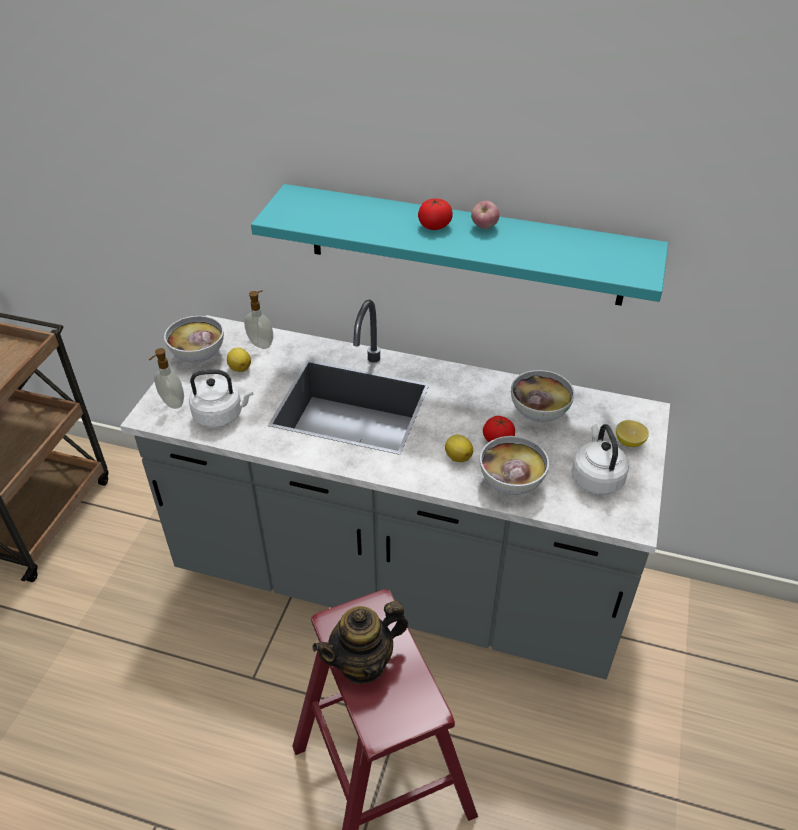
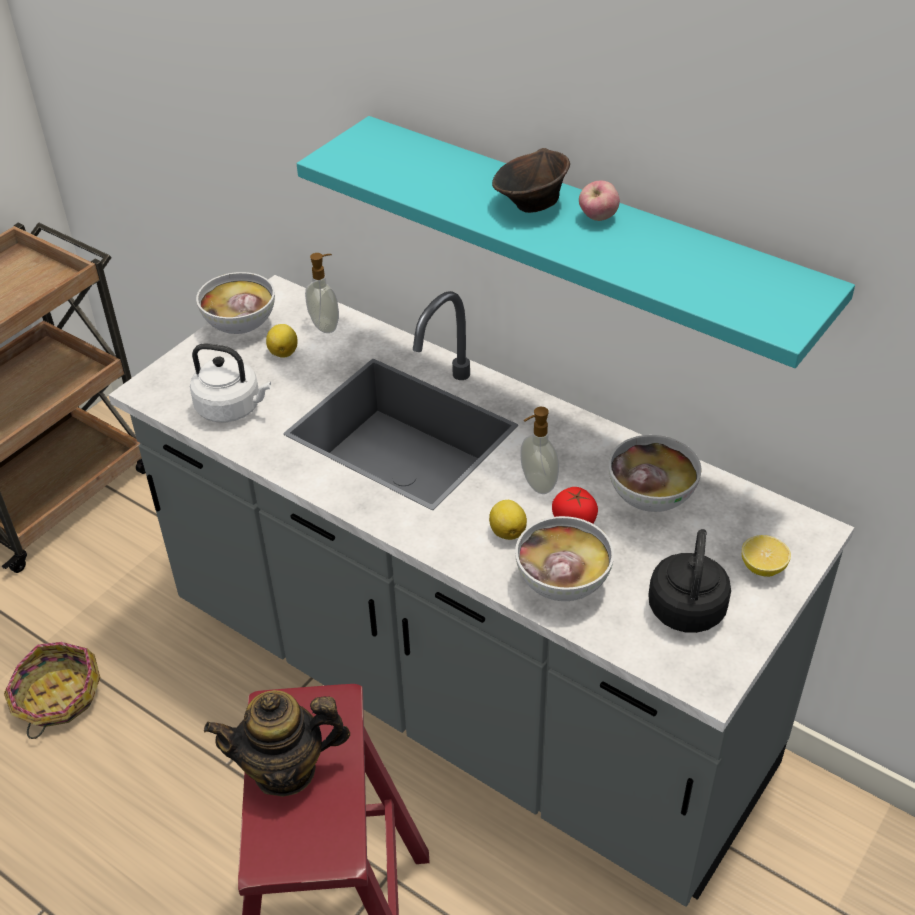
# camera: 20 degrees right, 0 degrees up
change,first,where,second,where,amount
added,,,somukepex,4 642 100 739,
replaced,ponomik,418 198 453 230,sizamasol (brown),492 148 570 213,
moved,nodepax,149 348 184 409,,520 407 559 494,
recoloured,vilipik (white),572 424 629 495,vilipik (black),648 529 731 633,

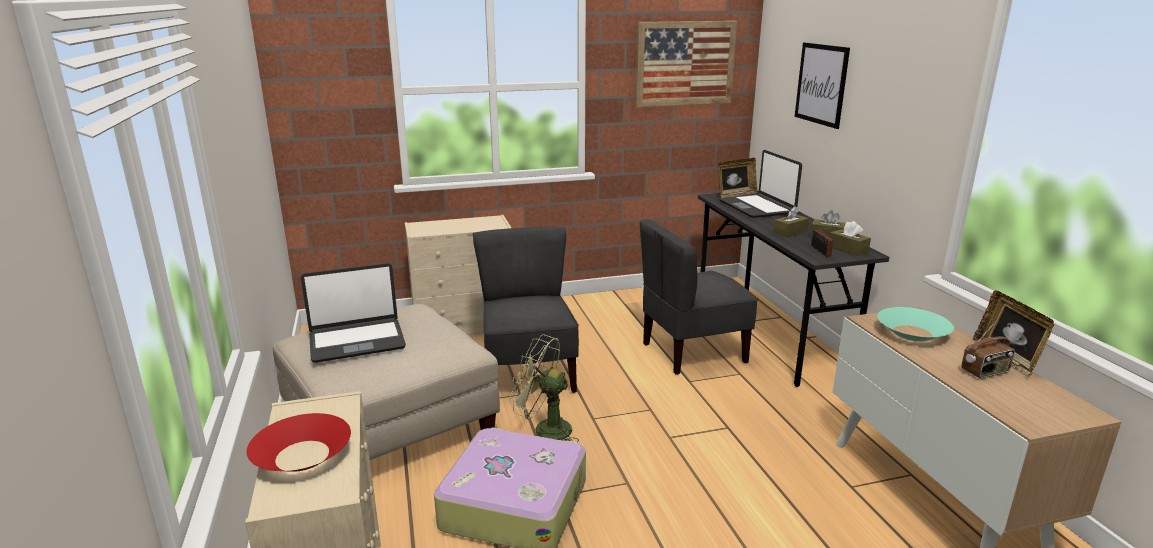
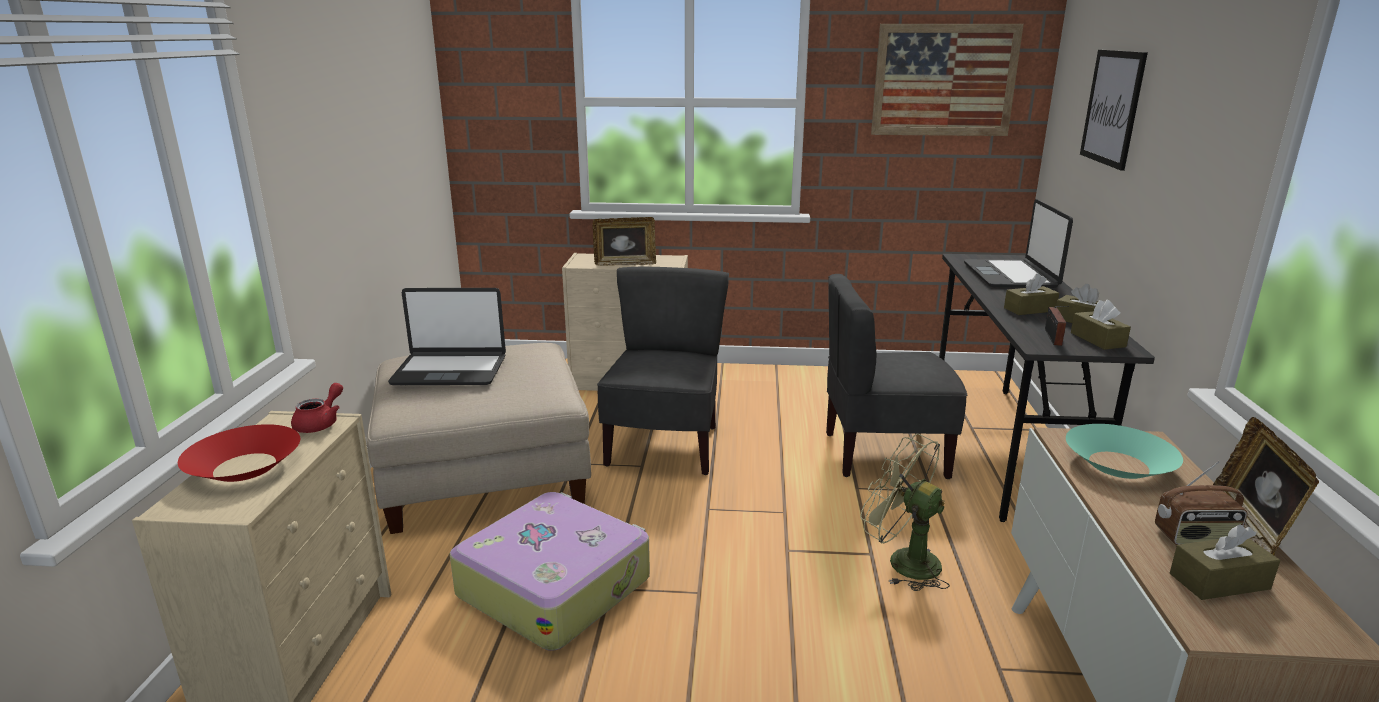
# camera: 20 degrees right, 0 degrees up
change,first,where,second,where,amount
added,,,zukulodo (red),291 383 343 433,
moved,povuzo,718 158 758 198,,593 217 656 266,
moved,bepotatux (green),510 334 579 442,,860 434 950 591,
added,,,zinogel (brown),1170 524 1280 600,

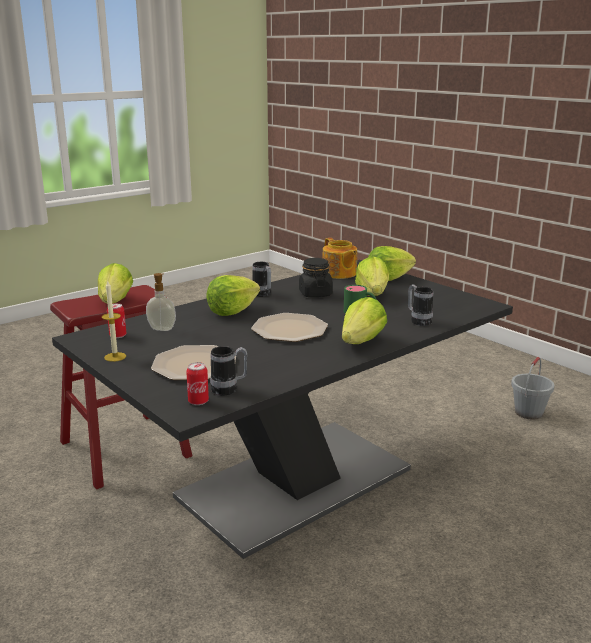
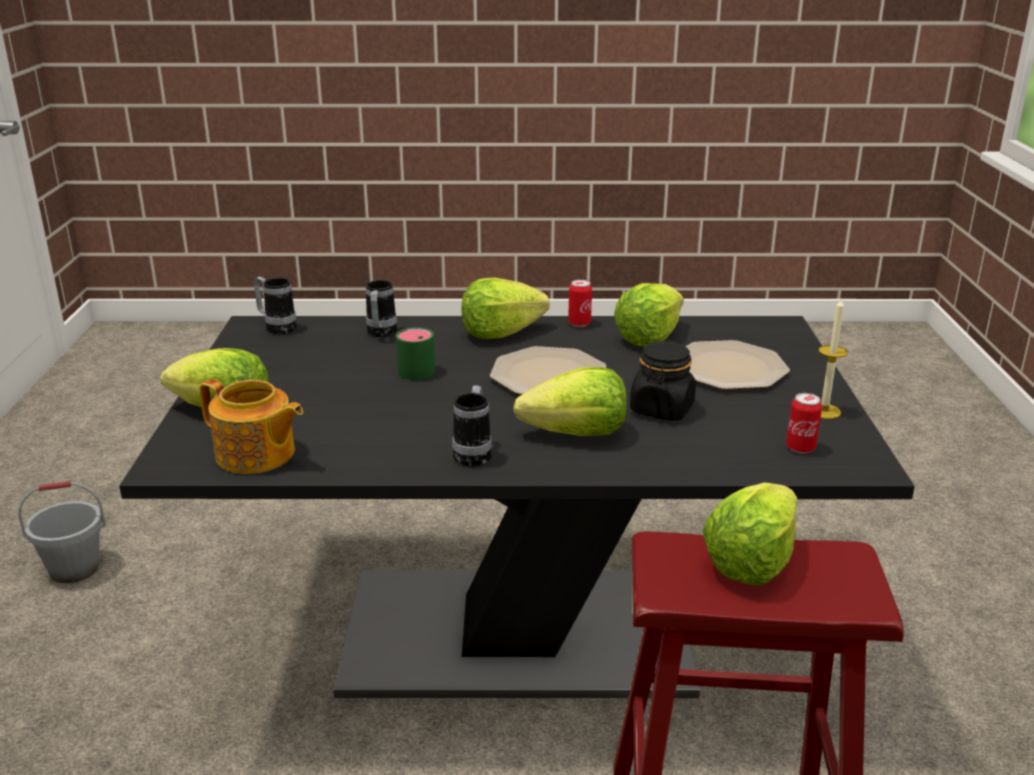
# camera: 140 degrees left, 5 degrees up
change,first,where,second,where,amount
turned,zukulodo,323 238 357 279,,199 379 303 474,105 degrees clockwise
moved,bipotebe,210 346 247 395,,254 277 297 334,
moved,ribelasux,186 362 209 405,,568 279 592 327,
moved,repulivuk,355 256 389 296,,614 283 684 346,
moved,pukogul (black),299 258 333 297,,630 340 696 421,
removed,nodepax,146 273 176 331,,,

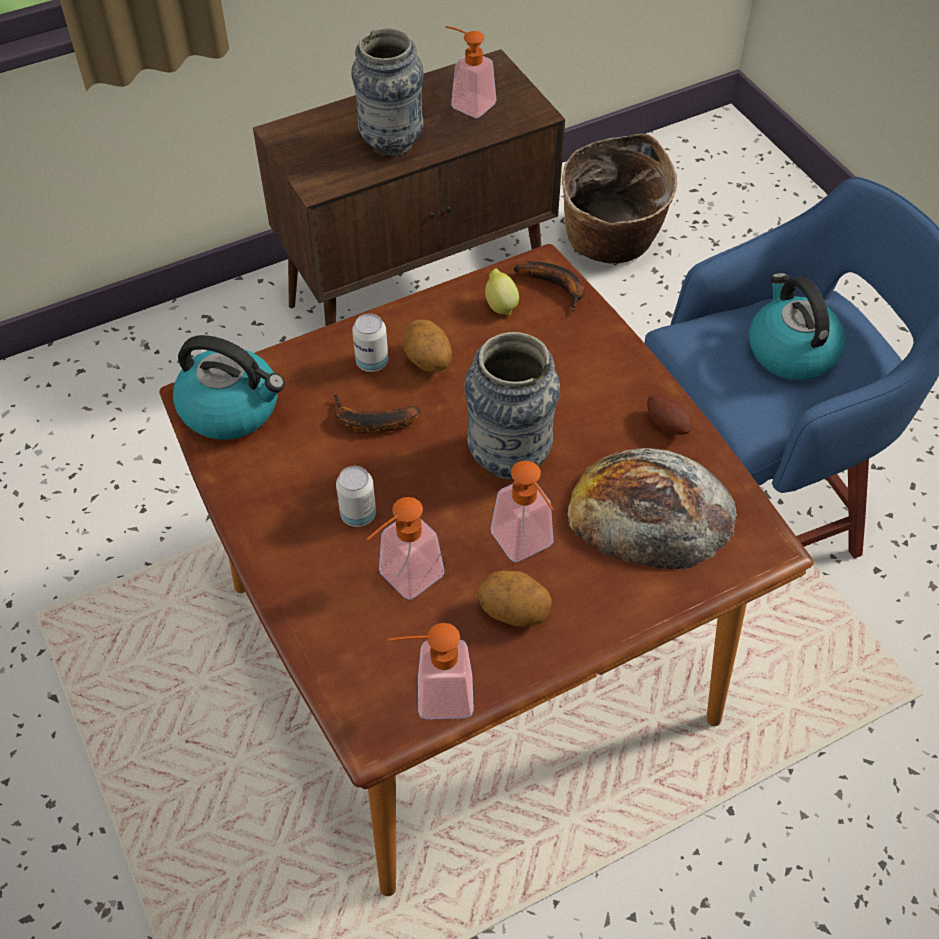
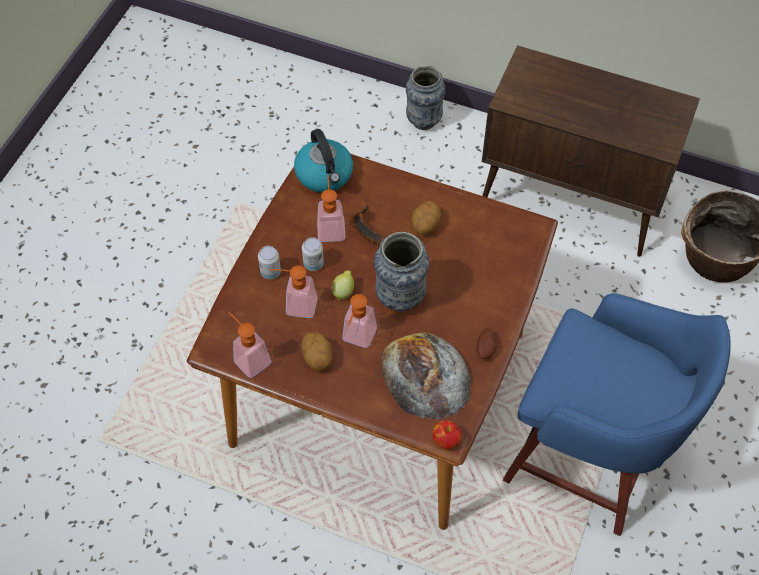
# camera: 50 degrees right, 5 degrees up
change,first,where,second,where,amount
moved,ribelasux,352 313 388 372,,258 246 281 279,
moved,nodepax,445 26 496 118,,317 175 345 242,
moved,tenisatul,485 268 519 315,,332 271 354 301,
moved,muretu,351 28 424 158,,406 66 446 130,
added,,,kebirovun,432 420 462 450,
removed,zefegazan,513 261 585 313,,,
removed,vilipik,749 273 846 380,,,

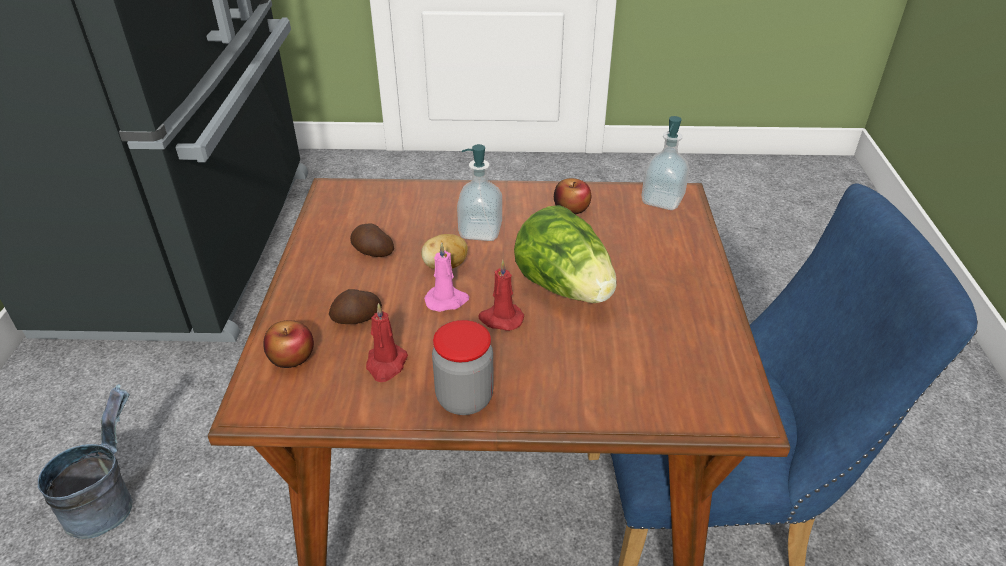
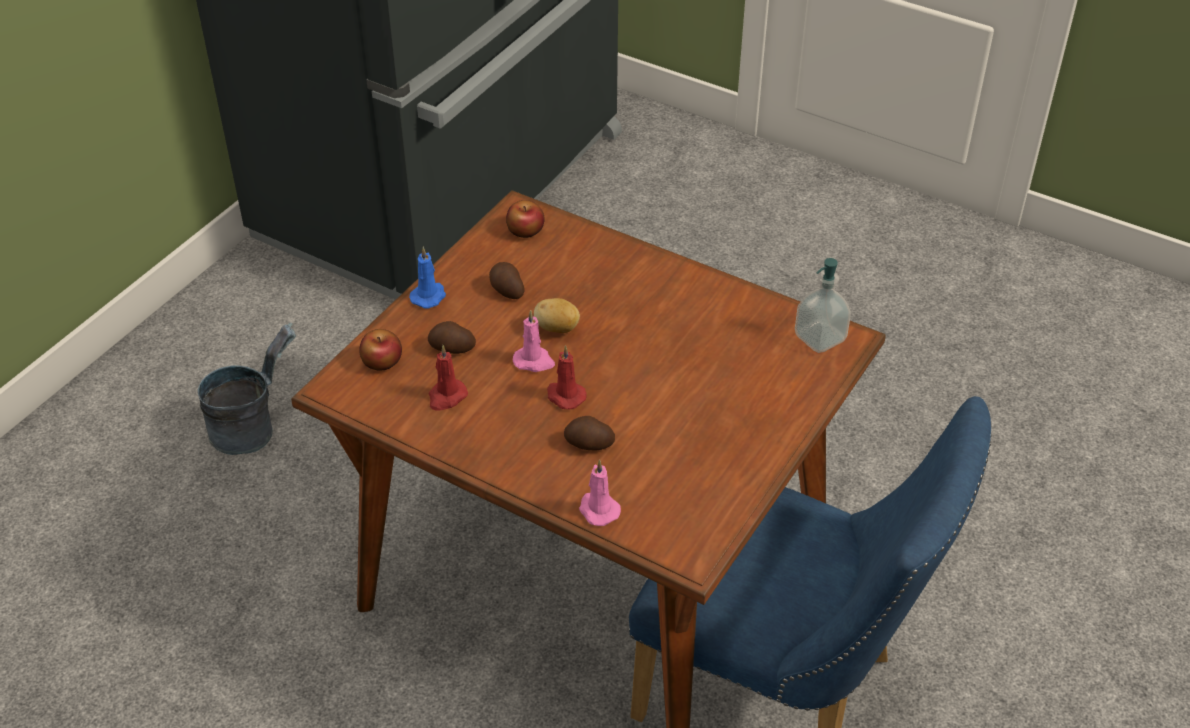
# camera: 30 degrees right, 5 degrees up
change,first,where,second,where,amount
added,,,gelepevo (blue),409 246 446 309,
moved,kebirovun,554 178 591 214,,506 200 545 238,
added,,,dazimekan,564 416 615 450,
added,,,gelepevo (pink),579 459 621 526,
removed,pukogul,432 320 494 415,,,
removed,nodepax,457 144 502 241,,,
removed,repulivuk,514 205 617 303,,,

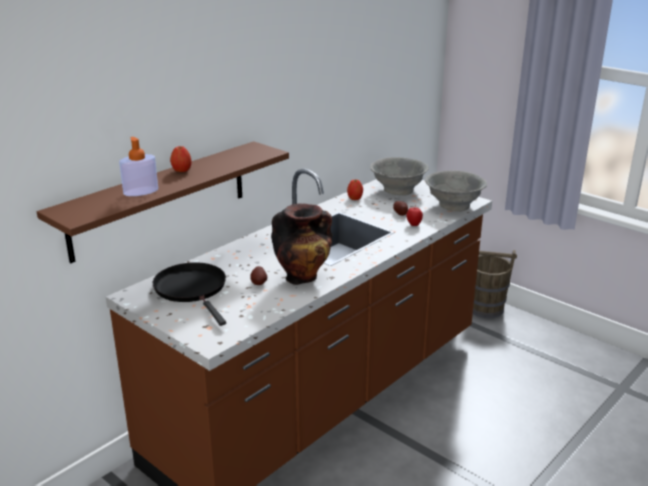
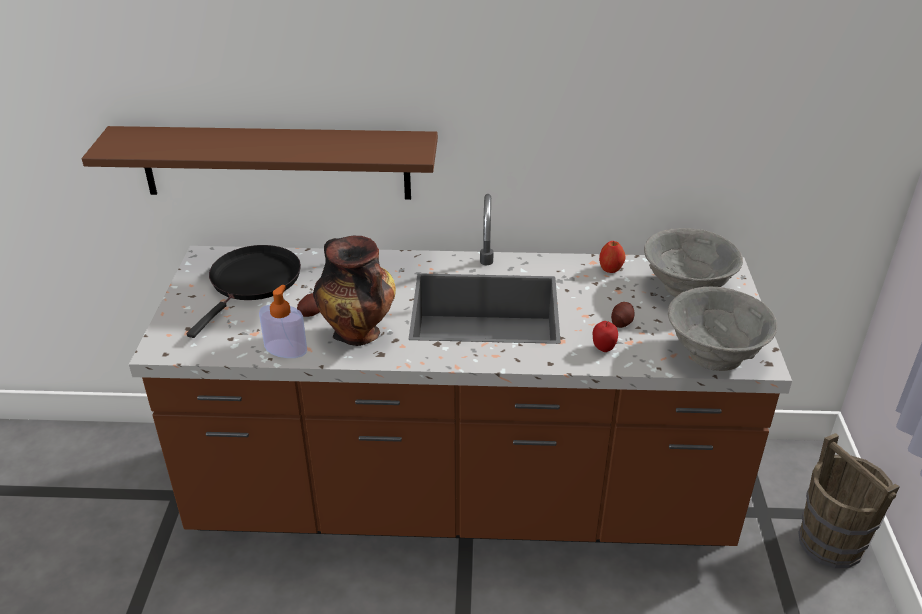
# camera: 50 degrees right, 10 degrees up
change,first,where,second,where,amount
moved,nodepax,119 137 158 196,,259 285 307 358,
removed,kebirovun,170 146 191 172,,,

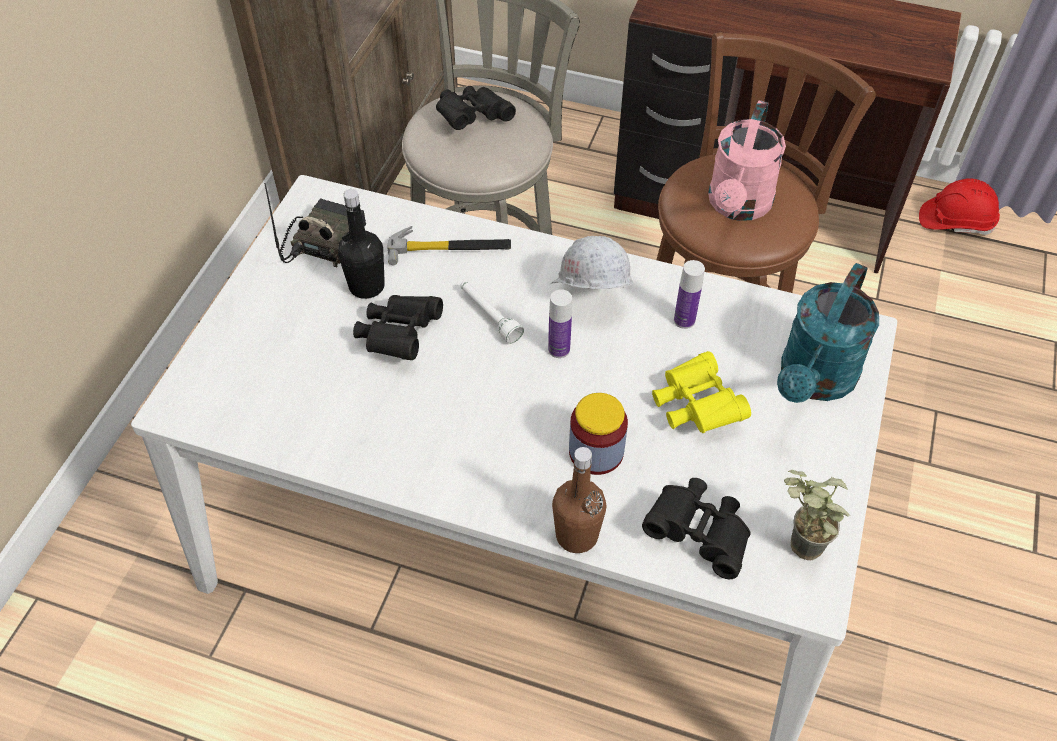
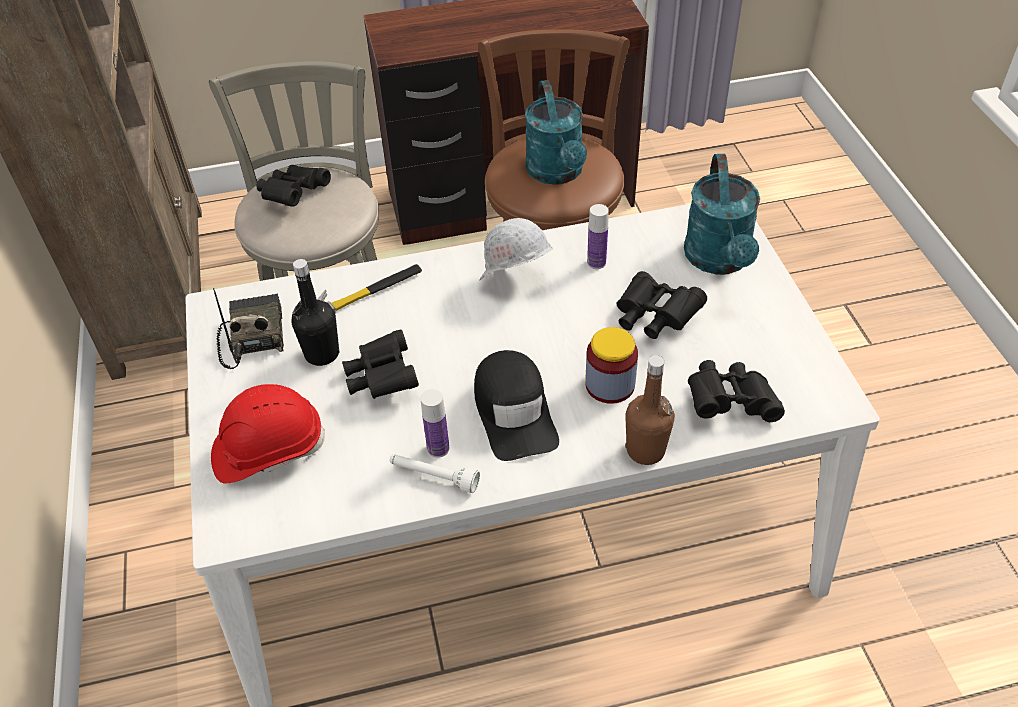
# camera: 30 degrees left, 5 degrees down
change,first,where,second,where,amount
moved,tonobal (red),919 178 1000 235,,211 384 325 484,
moved,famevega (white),460 281 524 344,,390 454 480 493,
moved,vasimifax,548 289 572 358,,420 389 449 458,
added,,,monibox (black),474 350 559 461,
recoloured,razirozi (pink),708 100 786 221,razirozi (turquoise),525 80 587 185,
recoloured,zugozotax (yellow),652 351 751 433,zugozotax (black),617 271 707 339,
removed,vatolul,784 470 850 560,,,

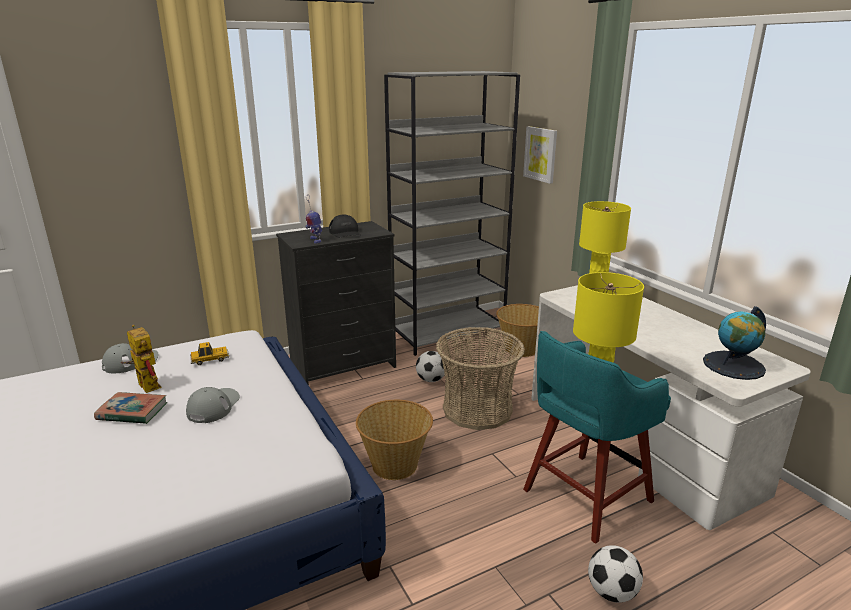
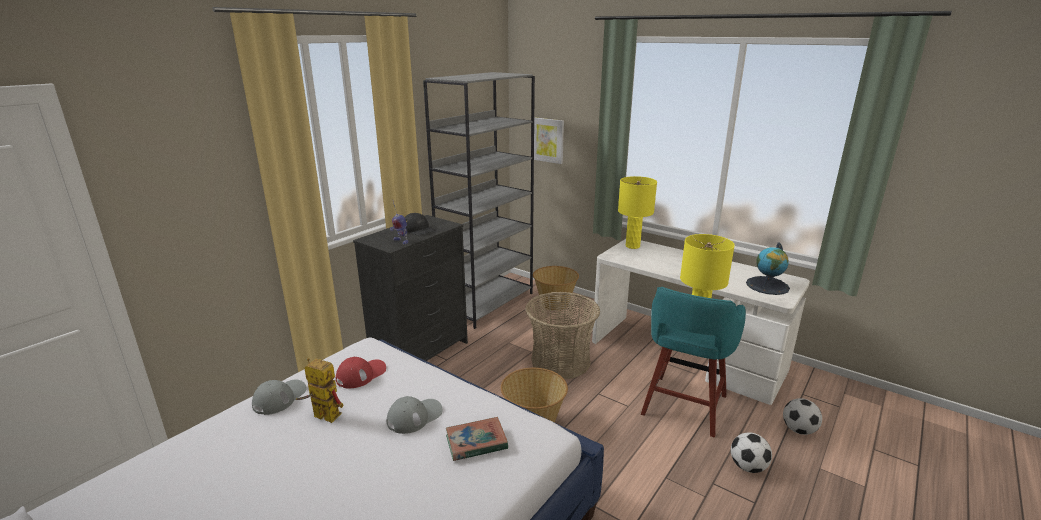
# camera: 25 degrees left, 0 degrees up
change,first,where,second,where,amount
replaced,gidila,190 342 229 365,monibox (red),336 357 386 388,
turned,monibox (grey),186 387 240 423,,387 396 442 434,60 degrees clockwise
moved,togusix,94 392 167 424,,446 417 508 461,
moved,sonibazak,416 351 445 382,,783 398 822 435,

